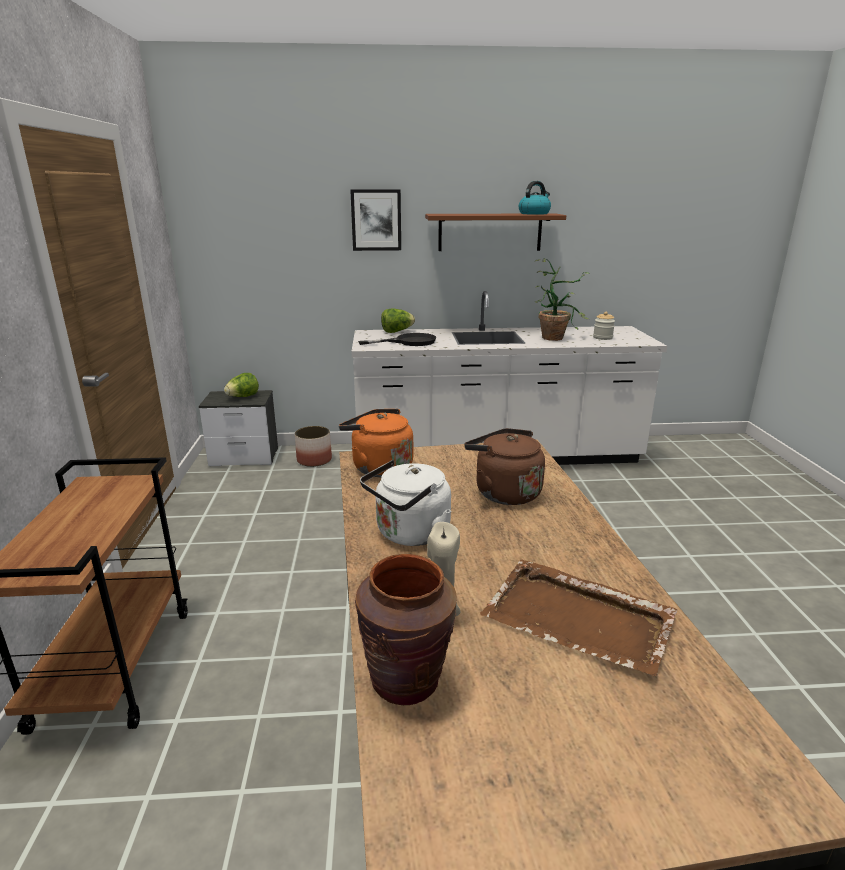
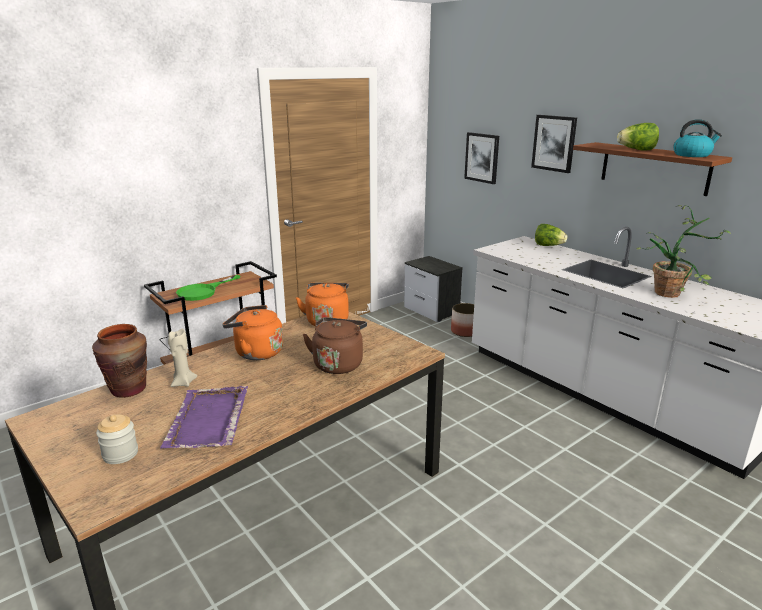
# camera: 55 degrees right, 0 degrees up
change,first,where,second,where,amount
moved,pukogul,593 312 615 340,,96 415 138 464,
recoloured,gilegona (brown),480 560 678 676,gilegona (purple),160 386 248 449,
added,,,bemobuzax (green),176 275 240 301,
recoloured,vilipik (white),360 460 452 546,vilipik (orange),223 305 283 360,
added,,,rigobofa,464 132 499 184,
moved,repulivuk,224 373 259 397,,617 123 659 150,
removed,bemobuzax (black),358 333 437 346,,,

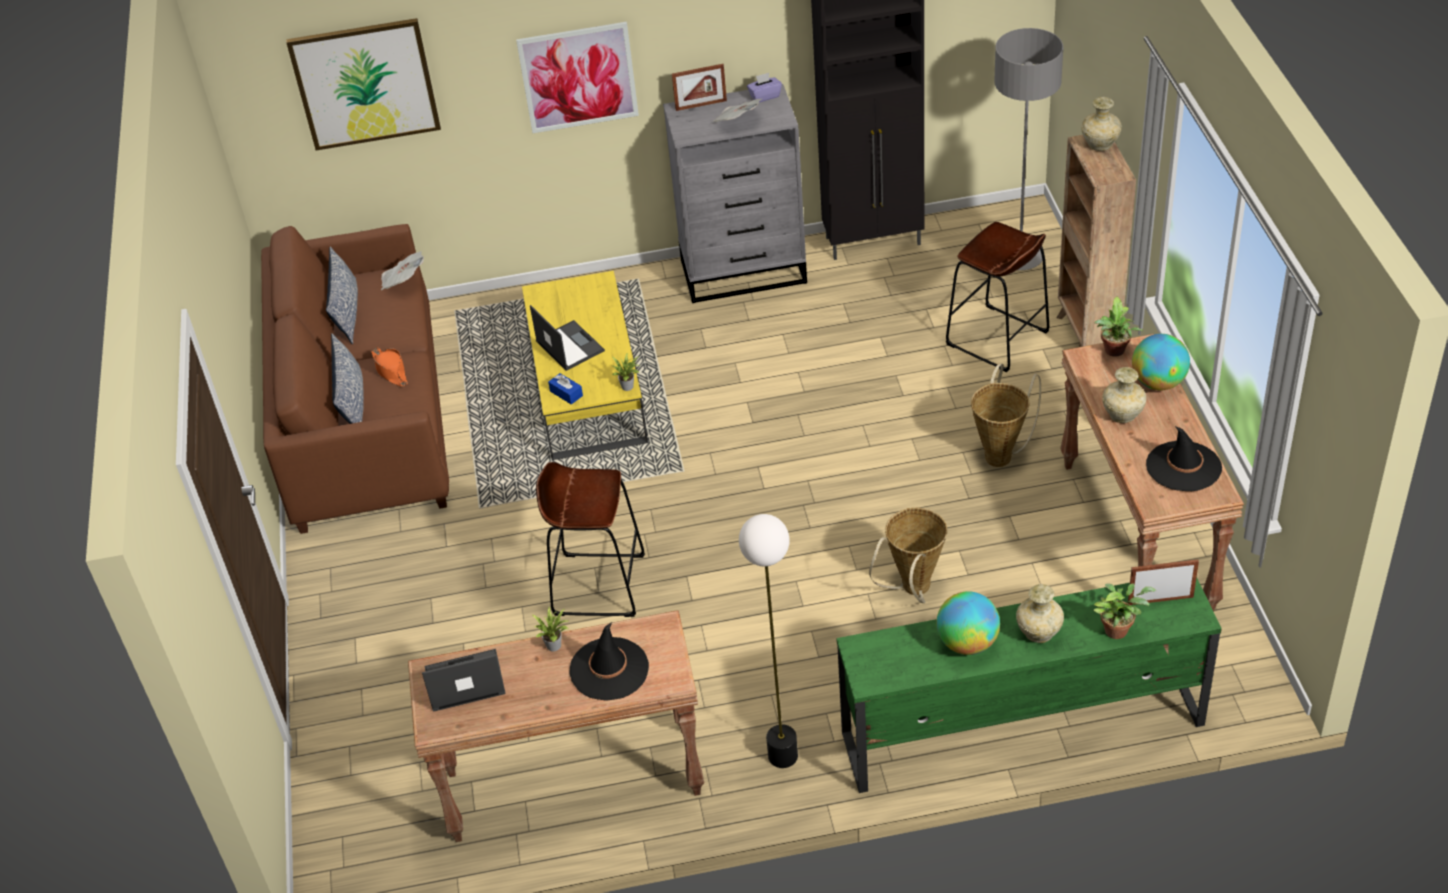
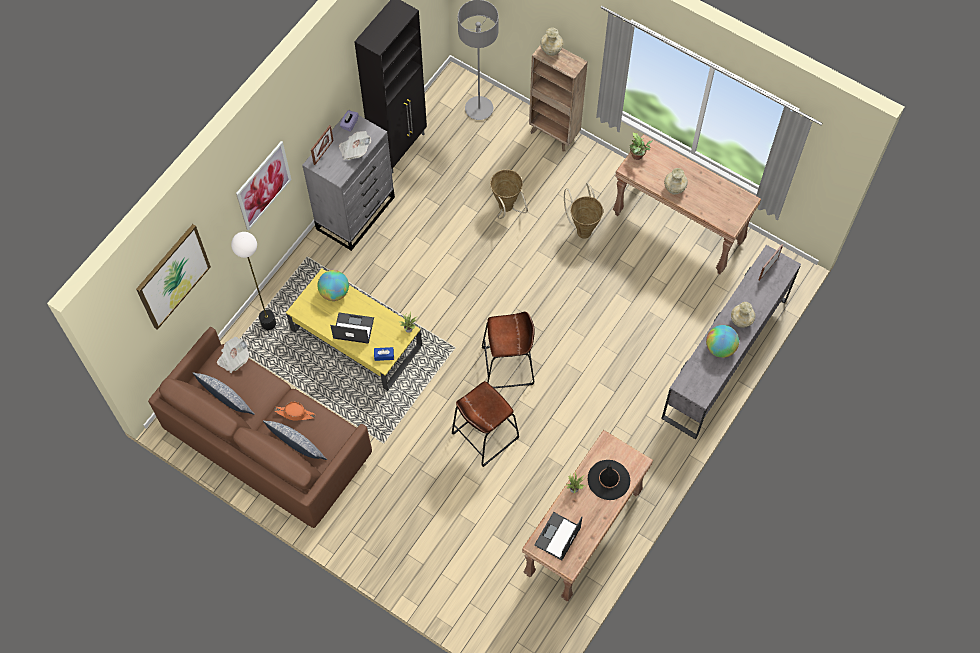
# camera: 50 degrees left, 20 degrees up
change,first,where,second,where,amount
moved,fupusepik,739 514 798 768,,231 232 276 330,
moved,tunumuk,1132 334 1190 390,,318 270 349 301,
moved,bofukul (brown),945 222 1049 372,,482 312 535 388,
moved,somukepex,869 508 947 603,,490 169 528 219,
recoloured,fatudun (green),836 578 1222 793,fatudun (grey),661 245 801 440,
removed,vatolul,1093 583 1156 639,,,
removed,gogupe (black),1146 426 1222 491,,,

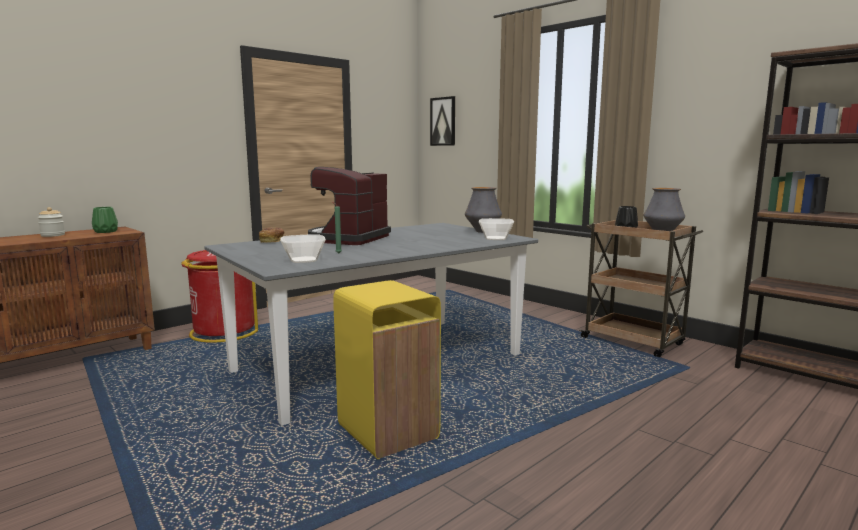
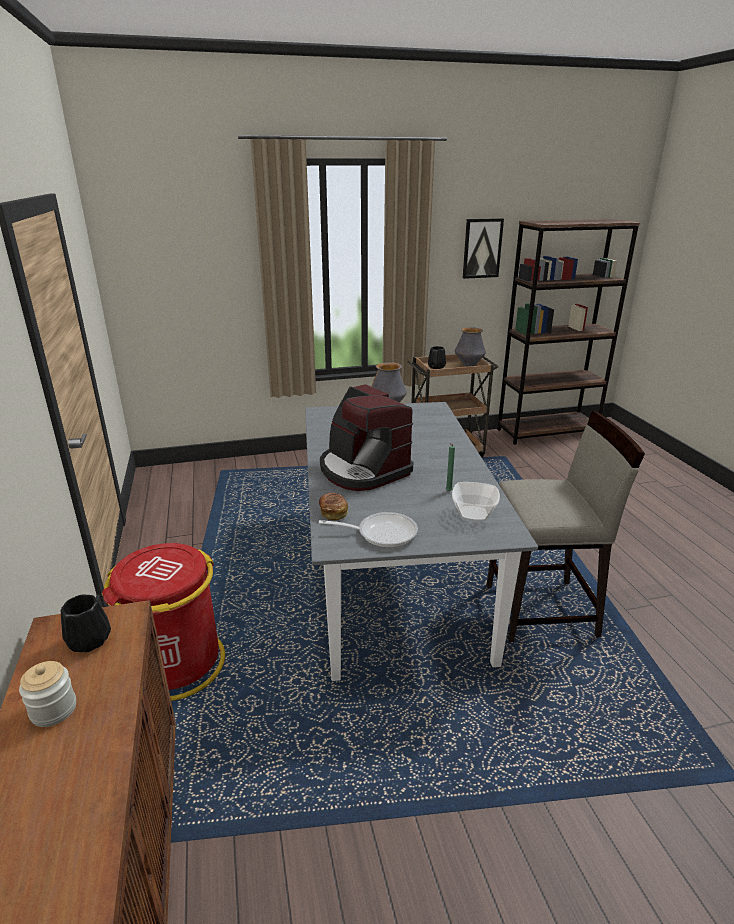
# camera: 60 degrees left, 15 degrees up
change,first,where,second,where,amount
recoloured,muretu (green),92 207 118 233,muretu (black),61 595 111 652,
added,,,bemobuzax,319 512 418 548,
moved,rigobofa,430 96 455 146,,463 218 504 279,
replaced,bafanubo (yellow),333 280 441 459,bofukul (beige),486 411 645 642,
removed,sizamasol,479 218 514 240,,,

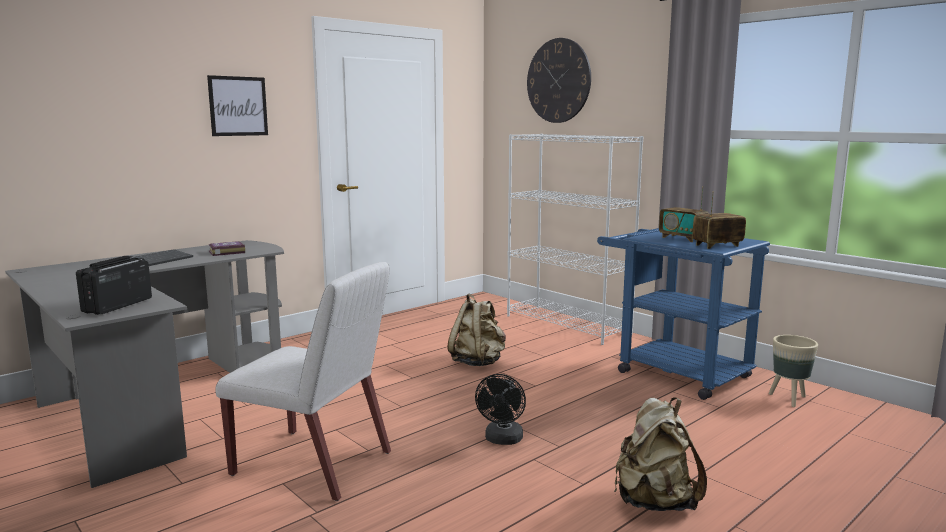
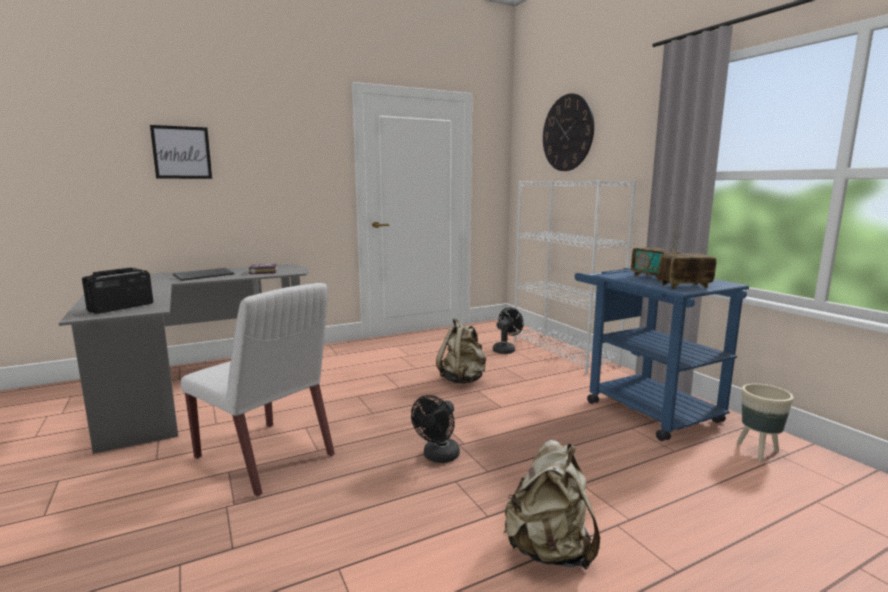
# camera: 15 degrees right, 0 degrees up
change,first,where,second,where,amount
moved,rigobofa,207 75 268 136,,150 125 212 179,
added,,,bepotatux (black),493 308 524 354,

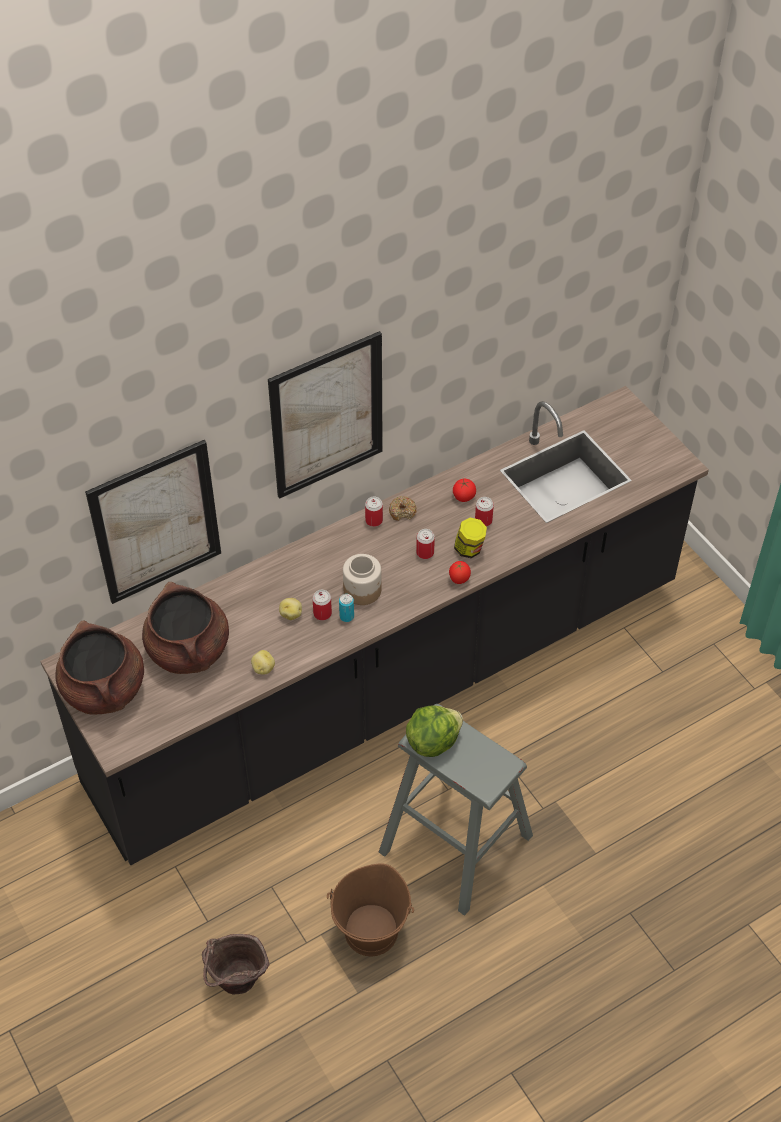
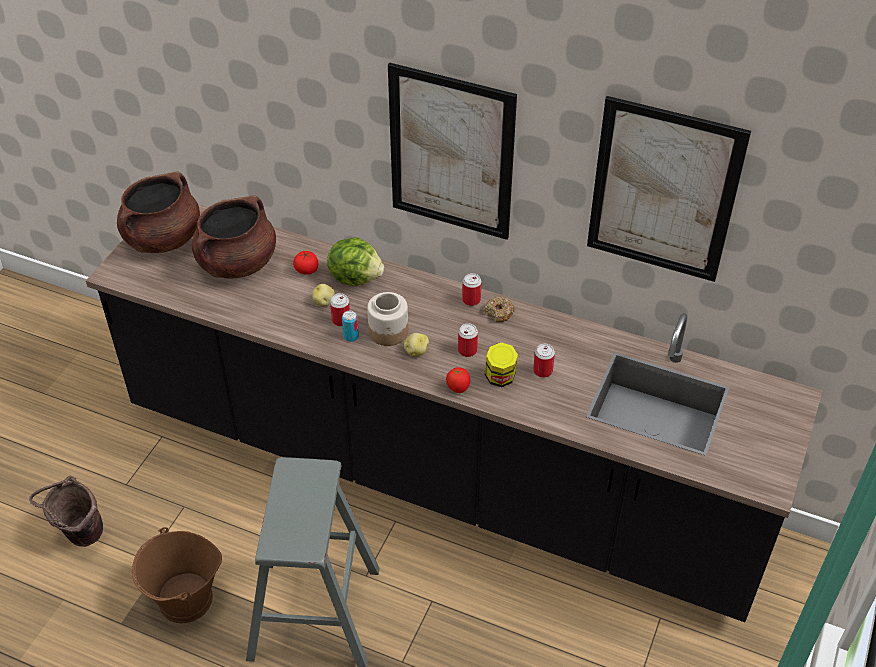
# camera: 55 degrees right, 5 degrees down
change,first,where,second,where,amount
moved,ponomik,453 479 476 502,,293 251 319 275,
moved,repulivuk,406 706 463 757,,327 238 384 286,
moved,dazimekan,251 650 275 675,,404 333 429 356,
moved,rigobofa,85 440 221 604,,587 96 751 282,

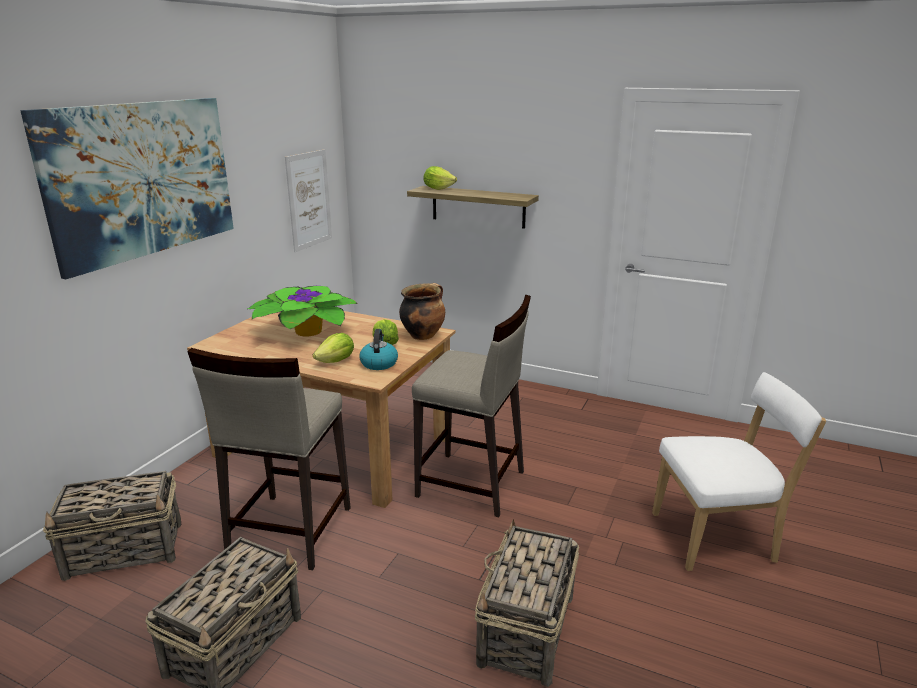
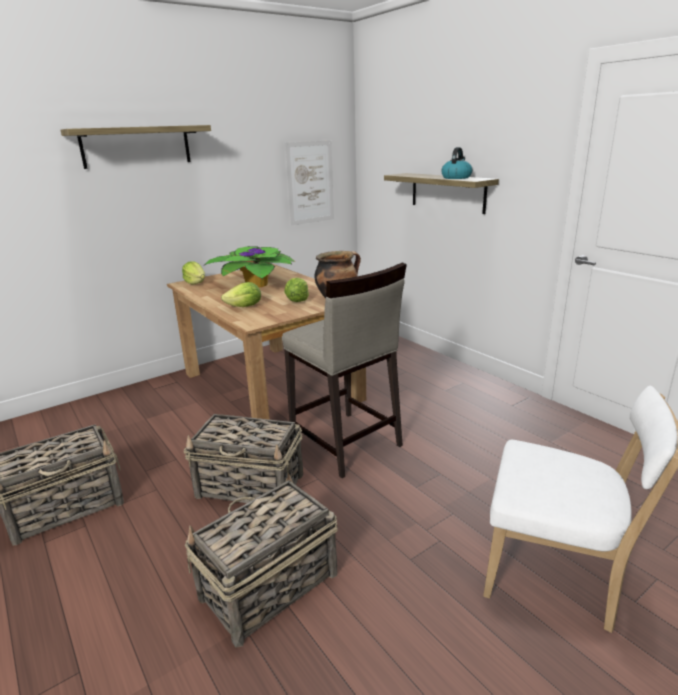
# camera: 30 degrees right, 0 degrees up
change,first,where,second,where,amount
replaced,rigobofa,20 98 234 279,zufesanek,60 125 211 169,
moved,repulivuk,423 166 457 190,,182 261 205 284,
moved,somukepex,43 471 181 581,,184 414 303 503,
moved,vilipik,359 329 398 370,,441 147 472 179,
removed,bofukul (beige),188 348 351 570,,,

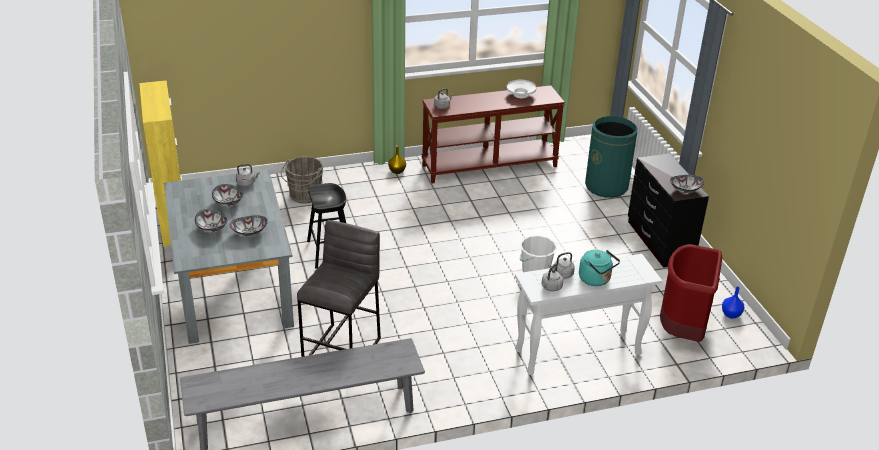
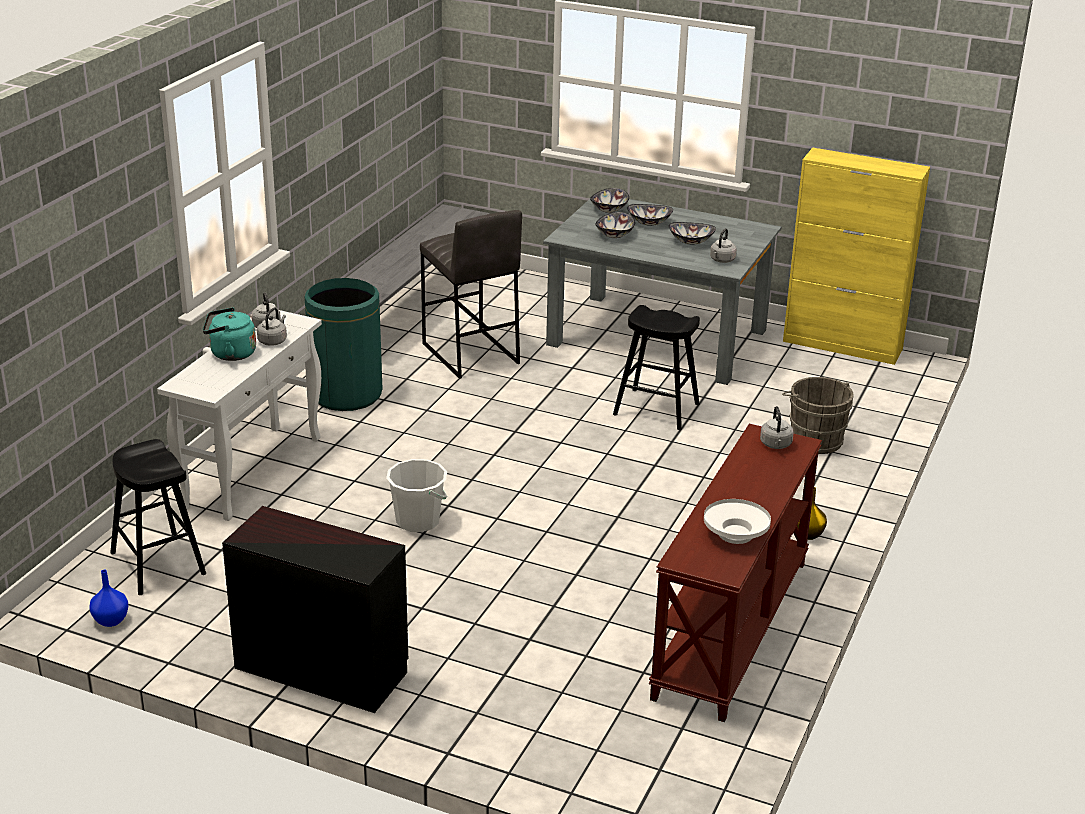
# camera: 130 degrees right, 5 degrees down
change,first,where,second,where,amount
replaced,bafanubo (red),660 244 722 342,bofukul (black),110 439 206 595,
moved,bafanubo (green),585 116 638 198,,305 278 383 411,
moved,sizamasol,670 175 704 193,,590 188 629 213,

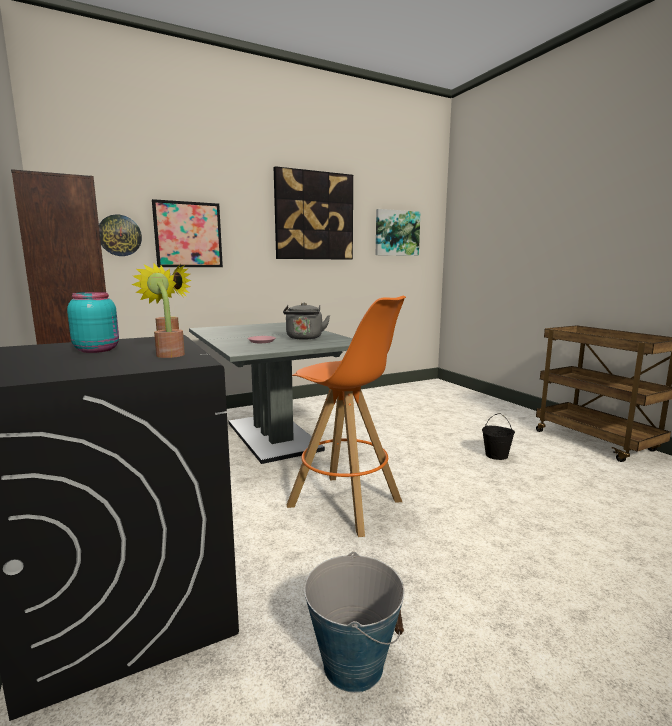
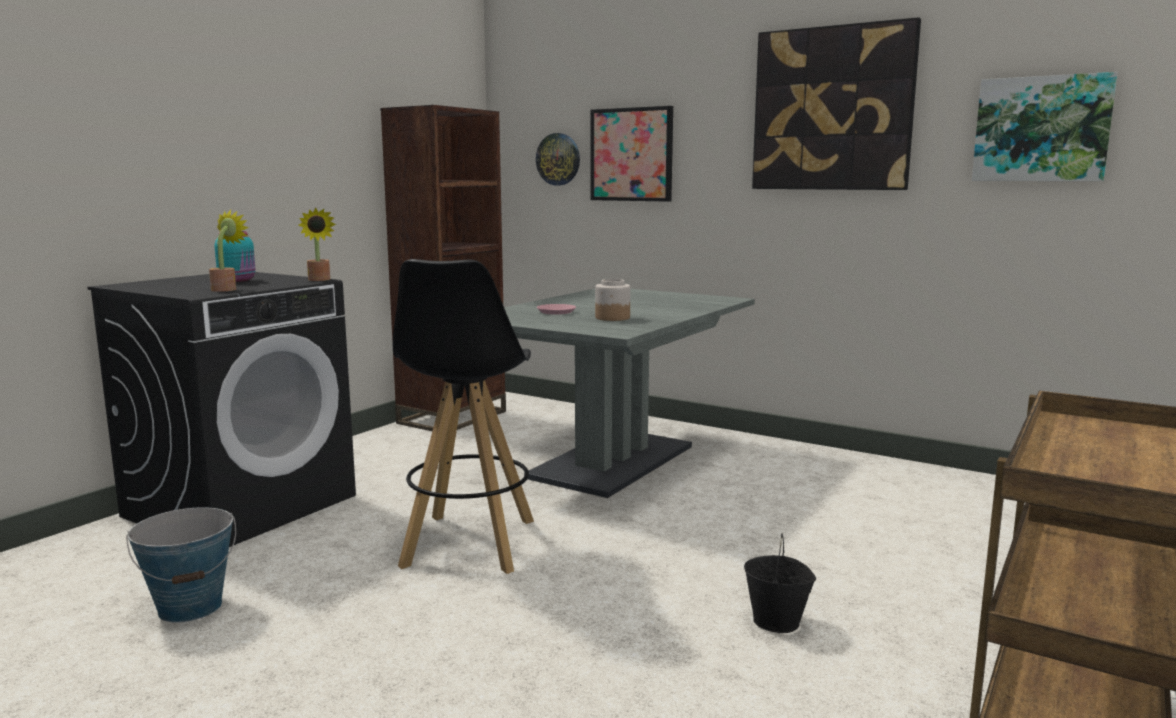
# camera: 60 degrees right, 0 degrees up
change,first,where,second,where,amount
recoloured,bofukul (orange),287 295 406 537,bofukul (black),393 259 534 574,
replaced,vilipik (grey),283 302 330 340,pukogul,595 279 630 321,

